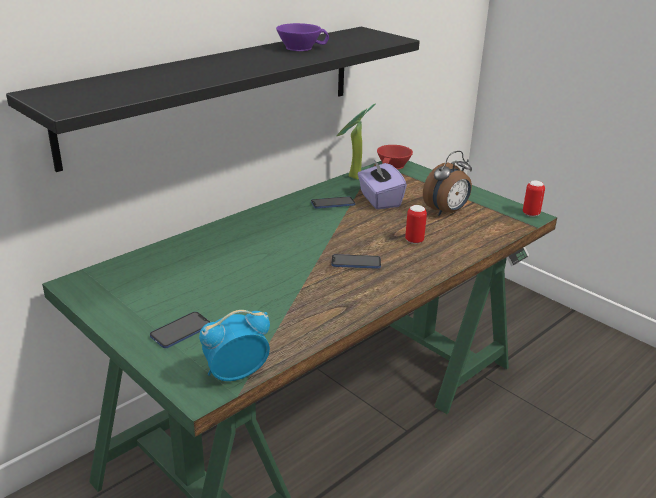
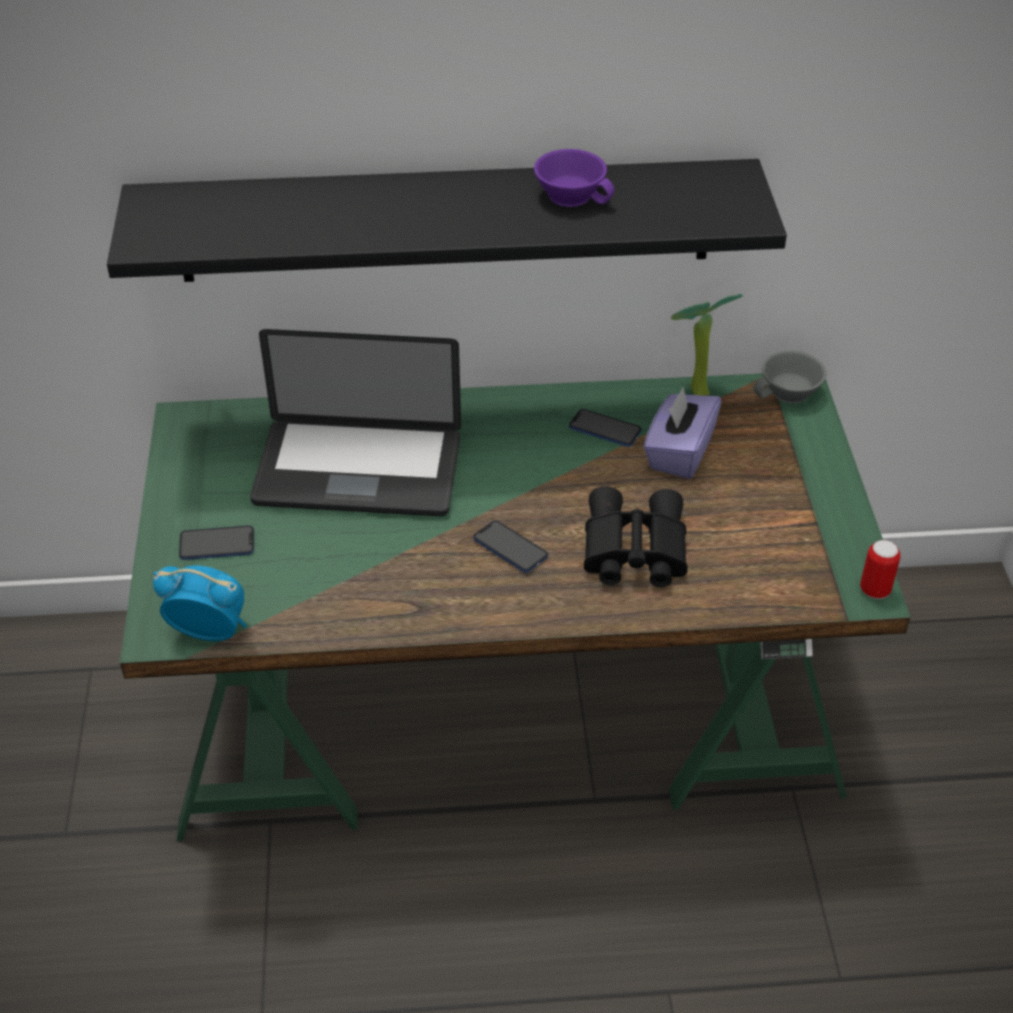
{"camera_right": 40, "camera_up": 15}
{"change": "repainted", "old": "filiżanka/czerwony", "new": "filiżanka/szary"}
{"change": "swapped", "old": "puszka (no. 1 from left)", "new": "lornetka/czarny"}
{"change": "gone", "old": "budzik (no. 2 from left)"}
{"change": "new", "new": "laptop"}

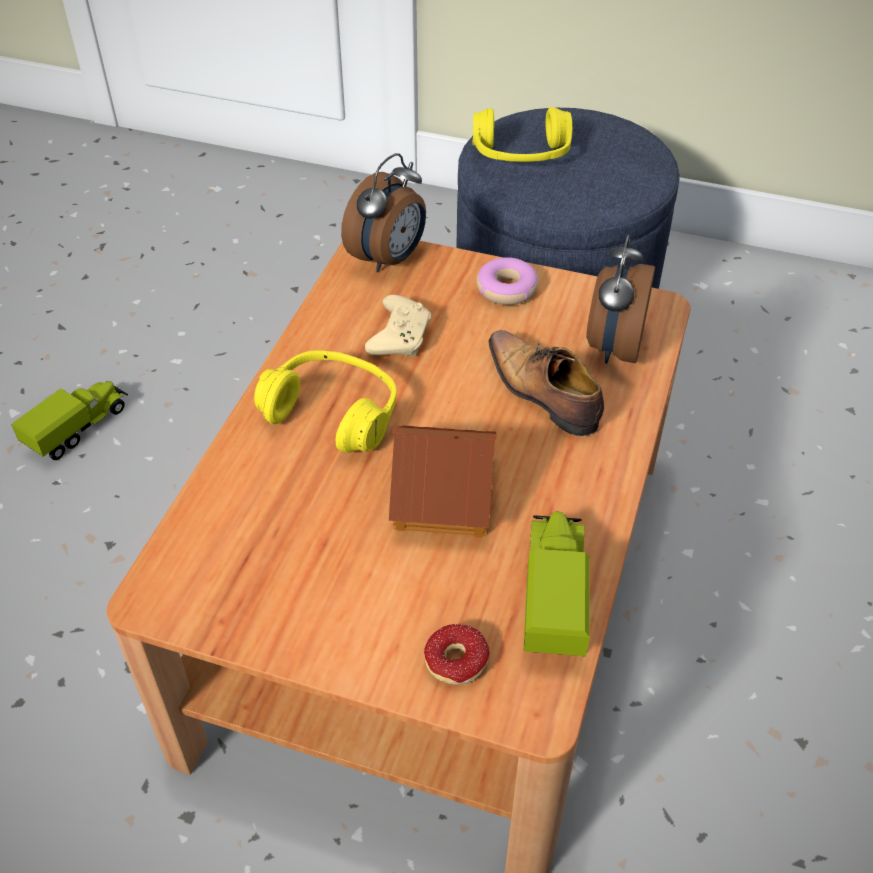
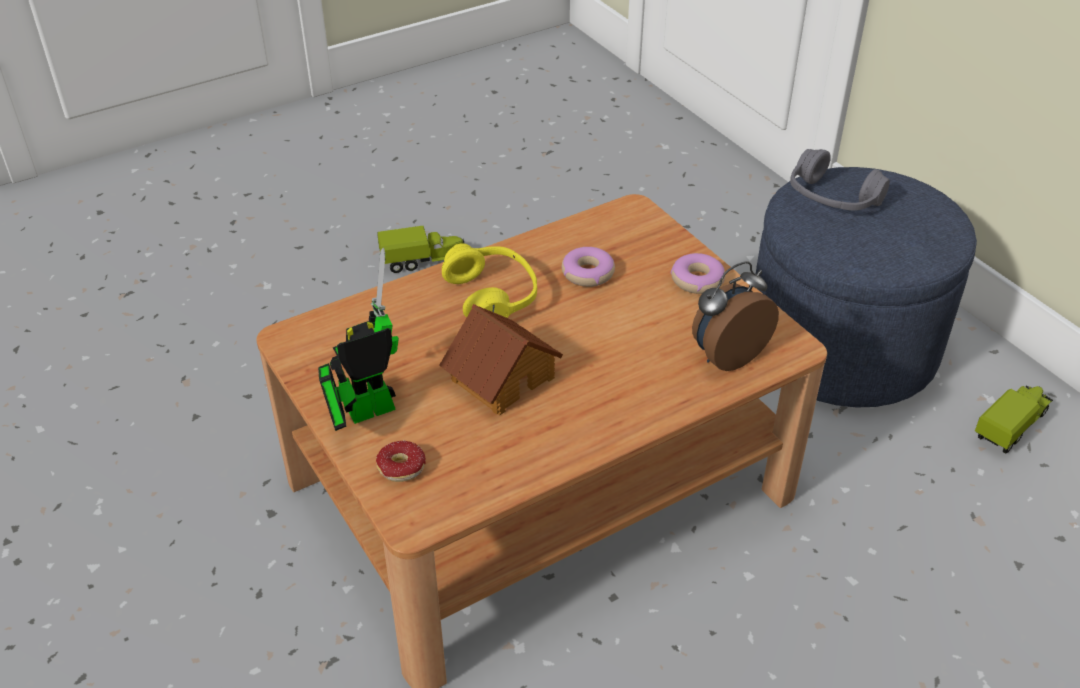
{"camera_right": 40, "camera_up": -5}
{"change": "gone", "old": "budzik (no. 1 from left)"}
{"change": "swapped", "old": "pad do gier/beżowy", "new": "donut (no. 2 from left)"}
{"change": "repainted", "old": "słuchawki/żółty (no. 2 from left)", "new": "słuchawki/szary"}
{"change": "gone", "old": "but"}
{"change": "shifted", "old": "ciężarówka zabawkowa (no. 2 from left)"}
{"change": "new", "new": "robot zabawkowy"}

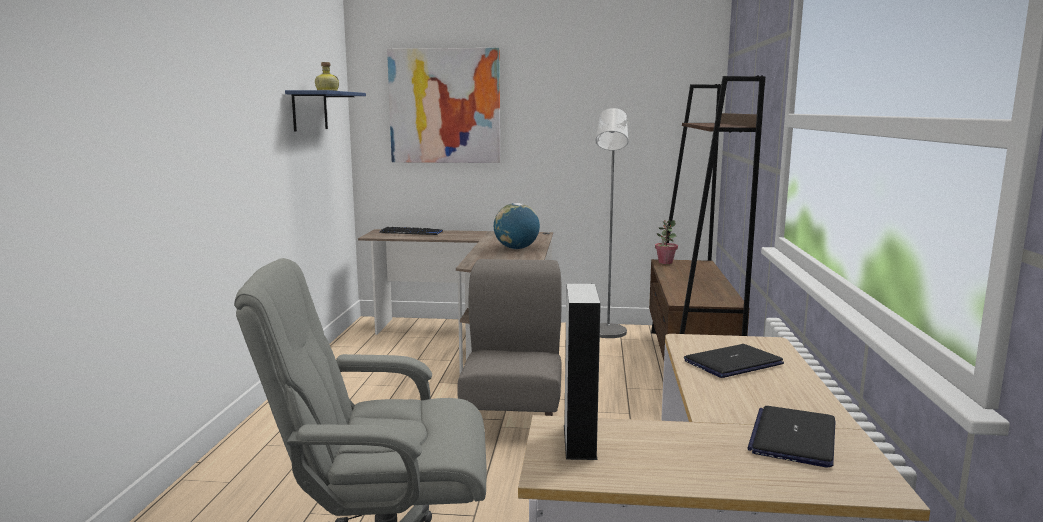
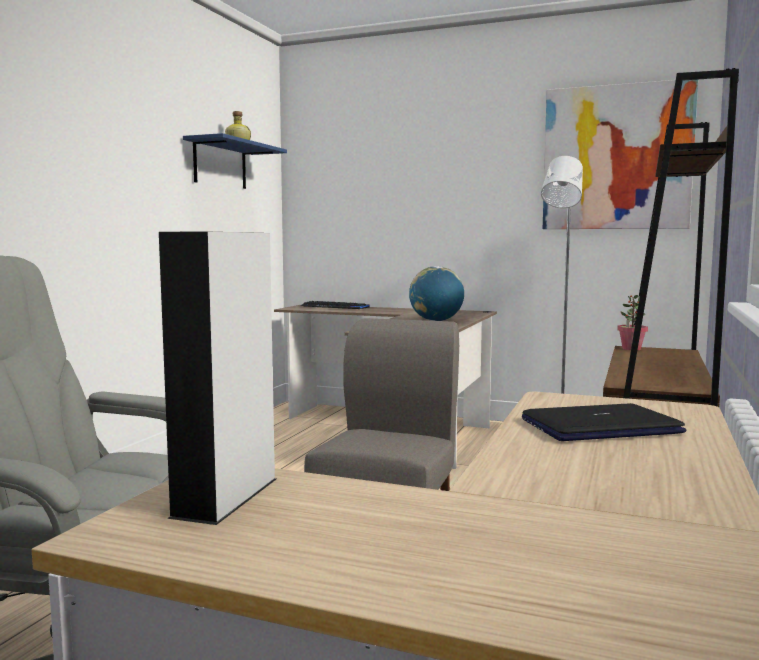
{"camera_right": 15, "camera_up": -5}
{"change": "shifted", "old": "obraz"}
{"change": "gone", "old": "laptop (no. 2 from left)"}

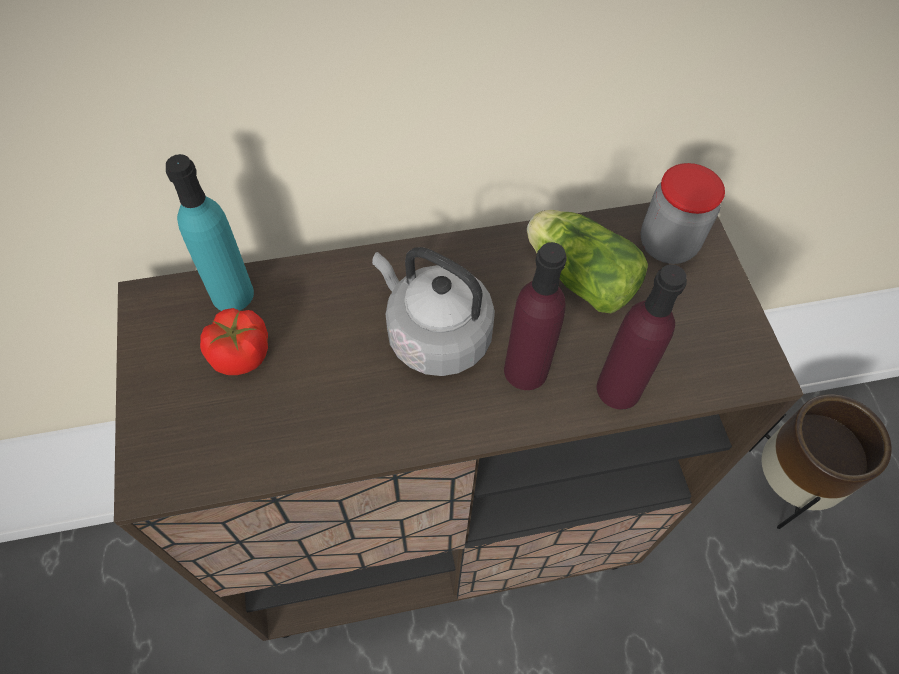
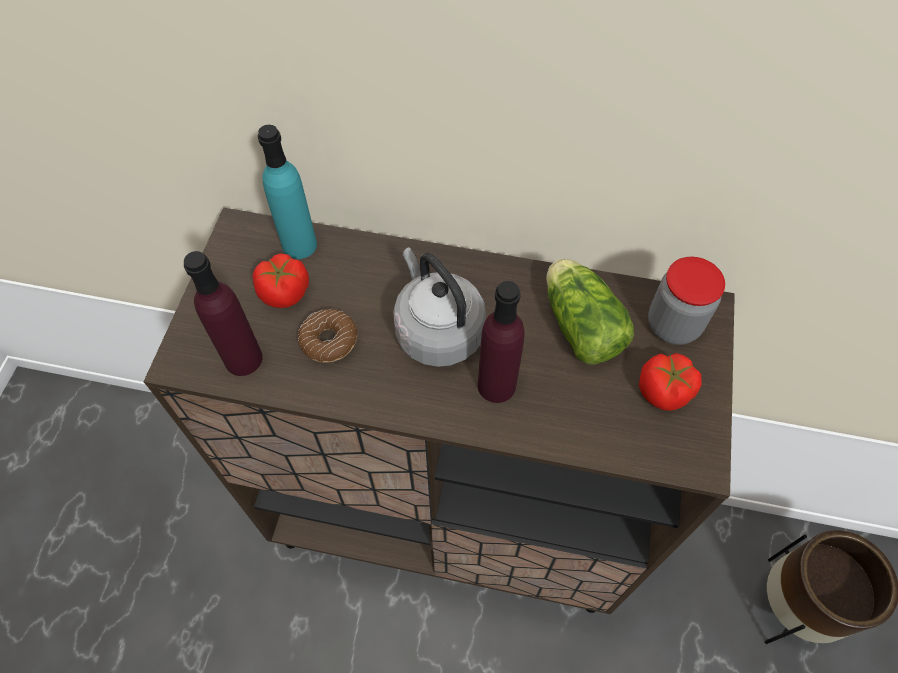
{"camera_right": 25, "camera_up": 0}
{"change": "shifted", "old": "butelka/fioletowy (no. 2 from left in the first image)", "new": "butelka/fioletowy (no. 1 from left)"}
{"change": "new", "new": "donut"}
{"change": "new", "new": "pomidor (no. 2 from left)"}

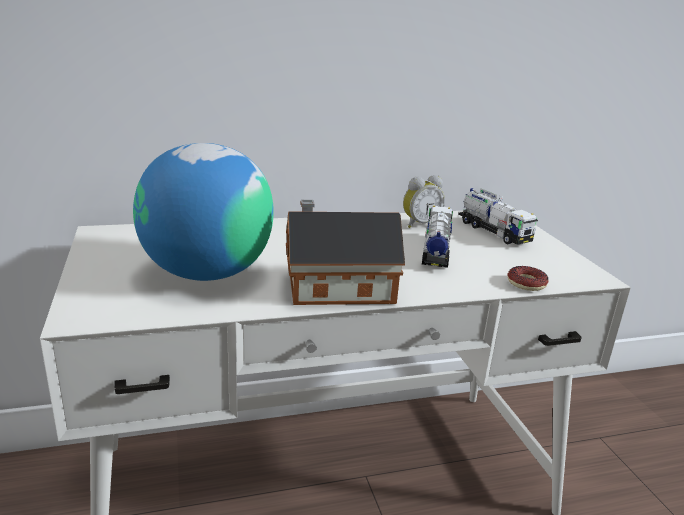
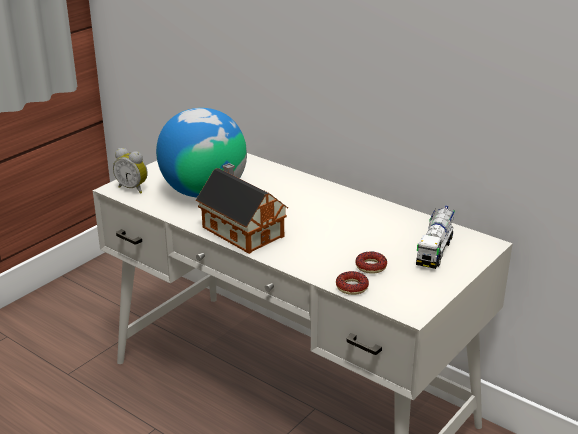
{"camera_right": 55, "camera_up": 5}
{"change": "shifted", "old": "budzik"}
{"change": "gone", "old": "ciężarówka zabawkowa (no. 1 from left)"}
{"change": "new", "new": "donut (no. 2 from left)"}

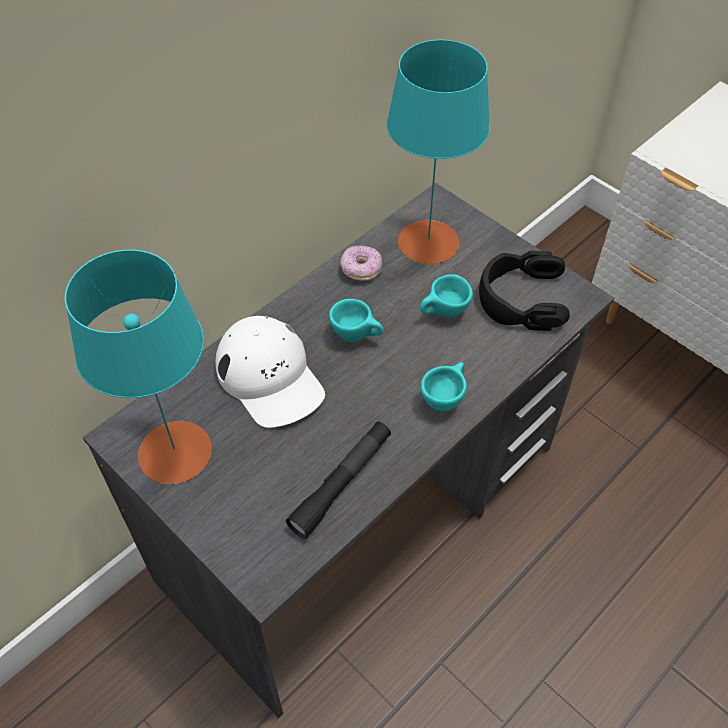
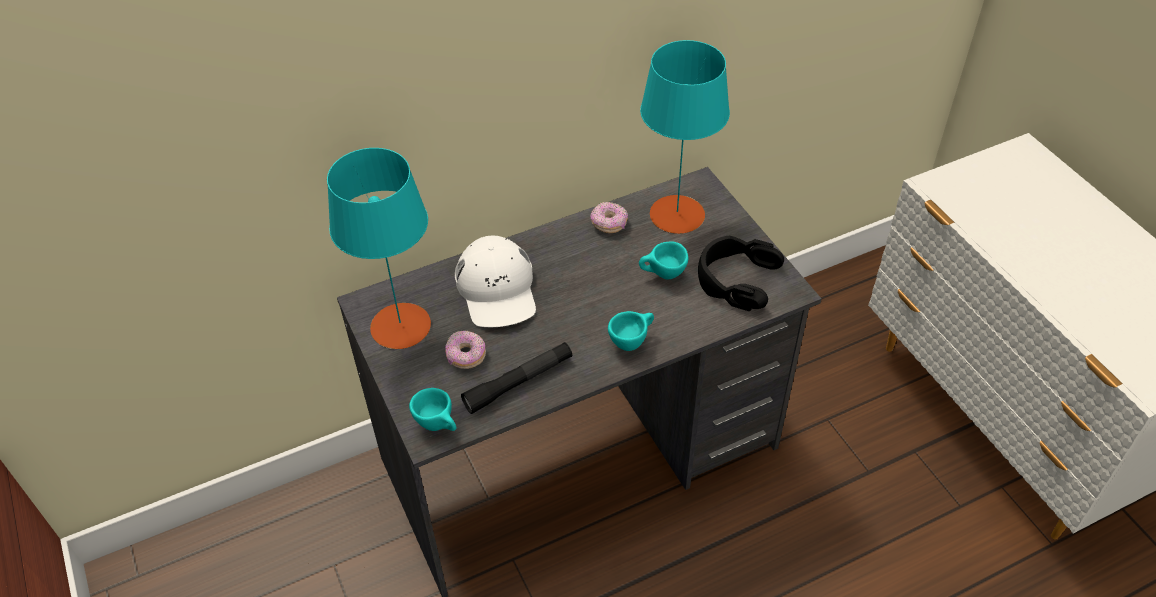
{"camera_right": 20, "camera_up": -5}
{"change": "shifted", "old": "filiżanka/turkusowy (no. 1 from left)"}
{"change": "new", "new": "donut (no. 1 from left)"}

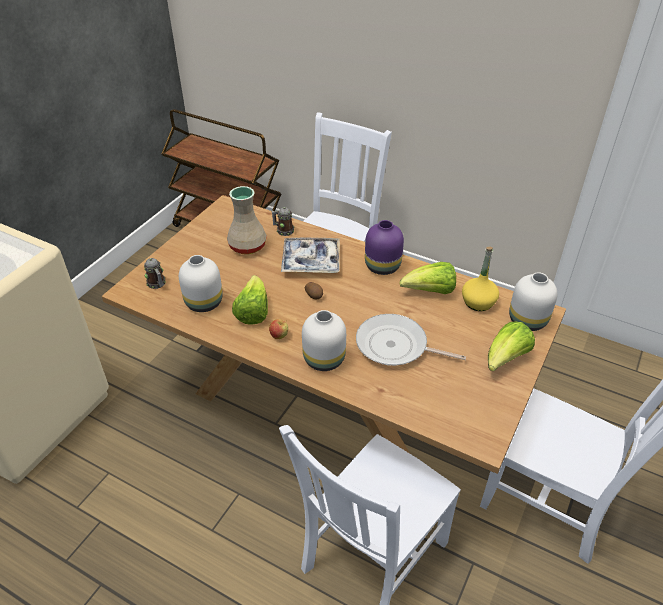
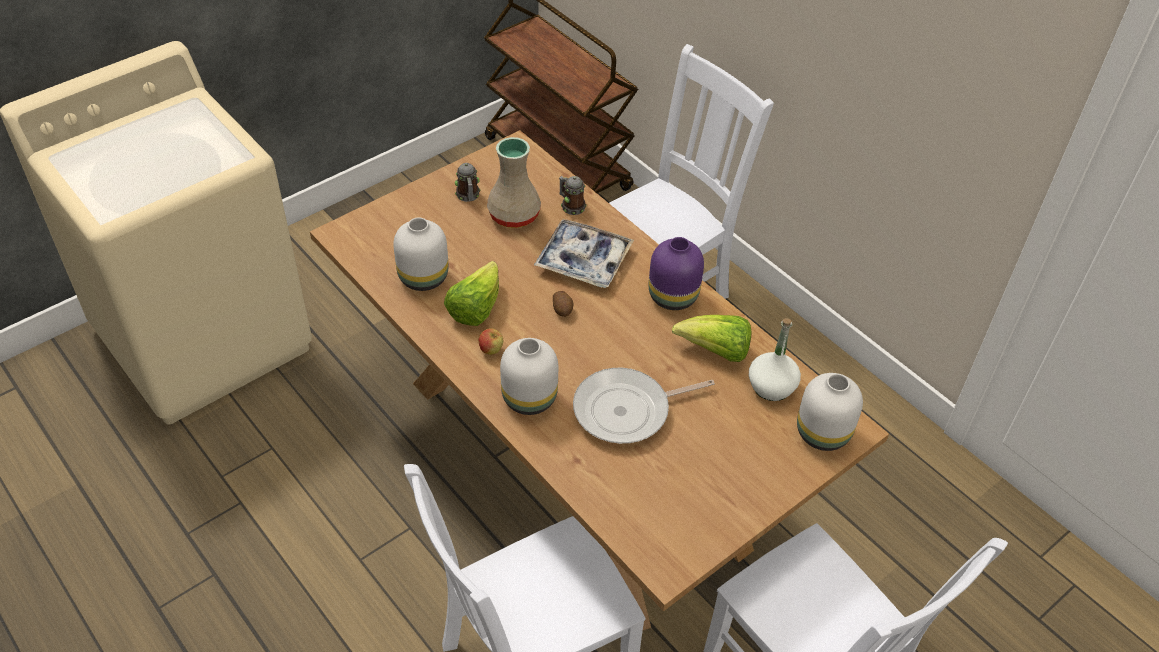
{"camera_right": 20, "camera_up": 5}
{"change": "shifted", "old": "kubek (no. 1 from left)"}
{"change": "rotated", "old": "patelnia", "degrees": -60}
{"change": "repainted", "old": "butelka/żółty", "new": "butelka/biały"}
{"change": "gone", "old": "sałata (no. 3 from left)"}

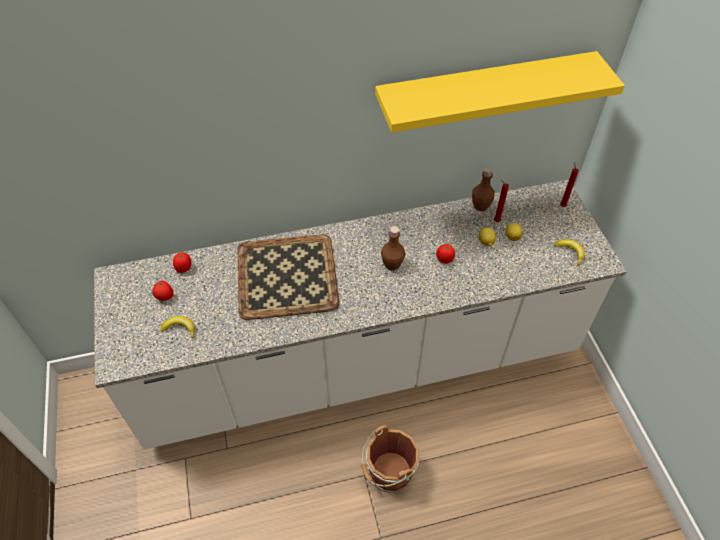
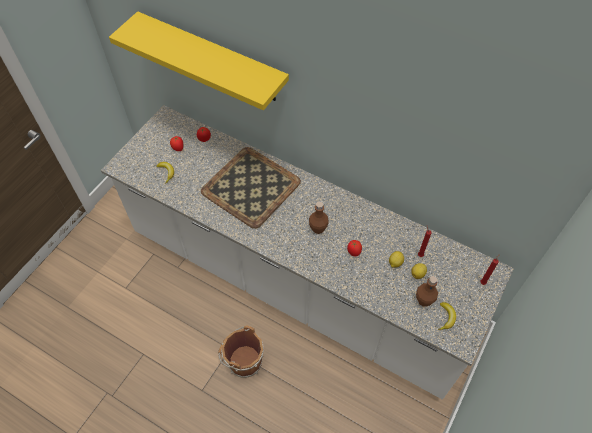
{"camera_right": 45, "camera_up": 5}
{"change": "shifted", "old": "półka/żółty"}
{"change": "shifted", "old": "butelka/brązowy (no. 2 from left)"}

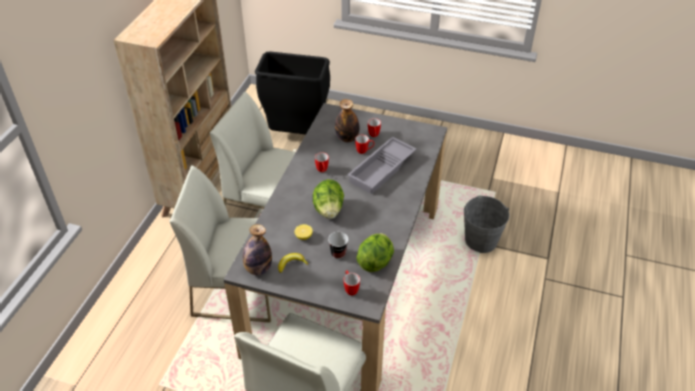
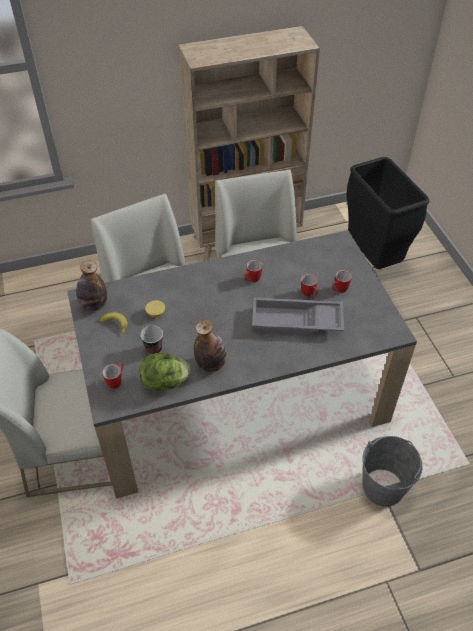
{"camera_right": 55, "camera_up": 5}
{"change": "gone", "old": "sałata (no. 1 from left)"}
{"change": "shifted", "old": "butelka (no. 2 from left)"}

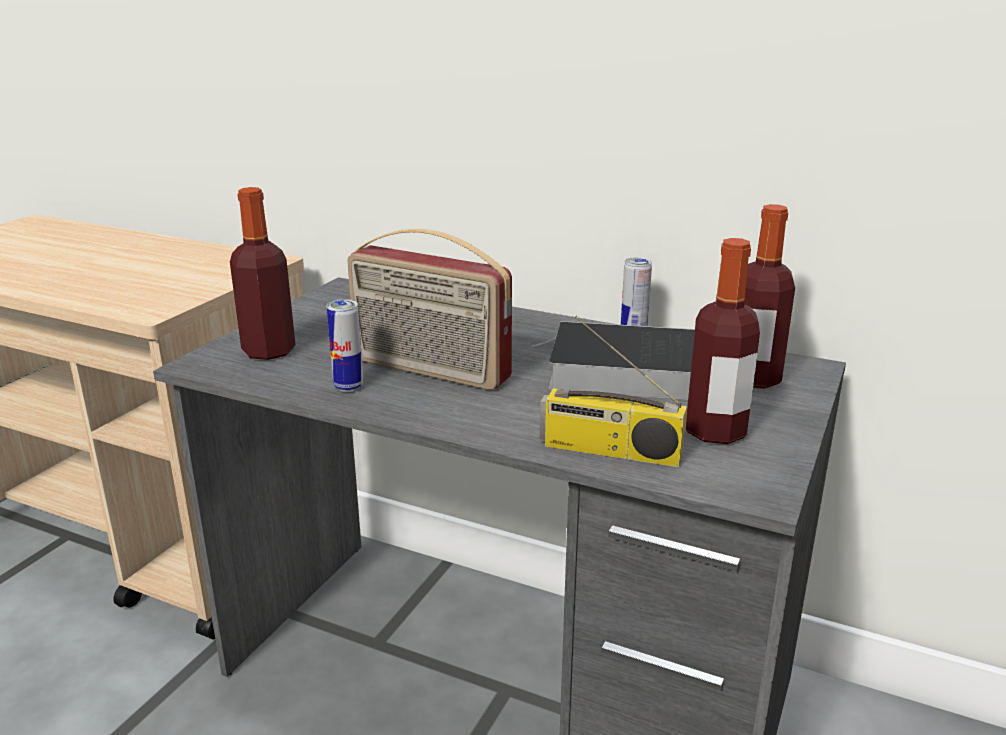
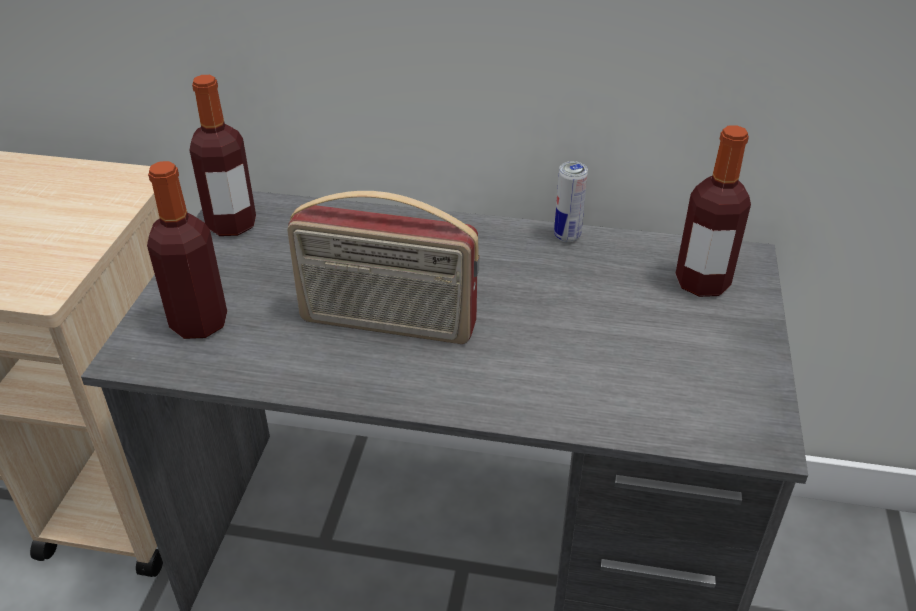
{"camera_right": -15, "camera_up": 15}
{"change": "gone", "old": "puszka (no. 1 from left)"}
{"change": "gone", "old": "książka"}
{"change": "gone", "old": "radio (no. 2 from left)"}
{"change": "shifted", "old": "butelka (no. 2 from left)"}

